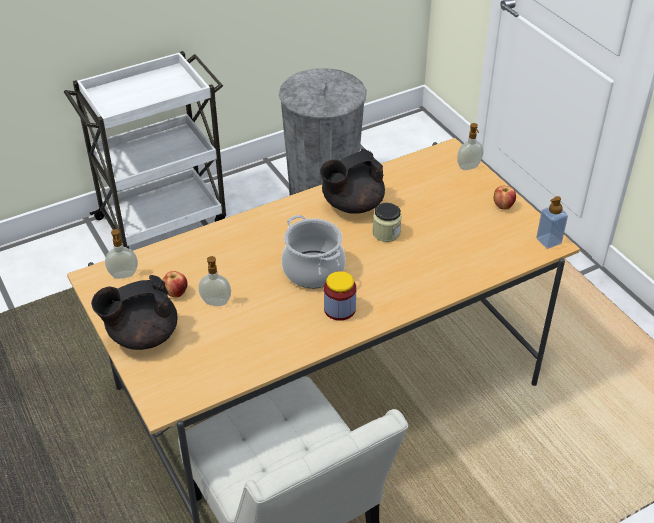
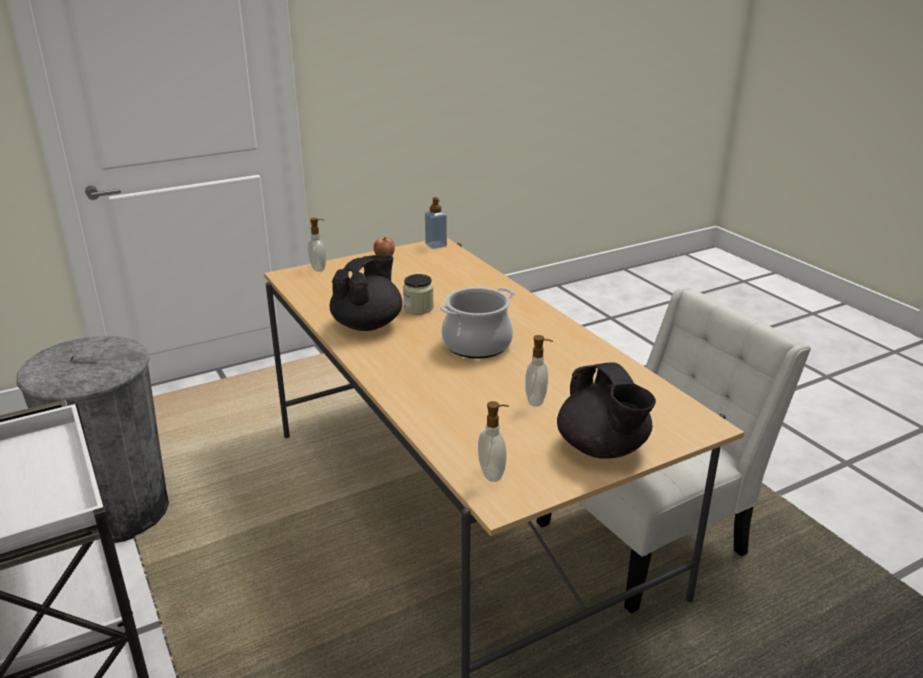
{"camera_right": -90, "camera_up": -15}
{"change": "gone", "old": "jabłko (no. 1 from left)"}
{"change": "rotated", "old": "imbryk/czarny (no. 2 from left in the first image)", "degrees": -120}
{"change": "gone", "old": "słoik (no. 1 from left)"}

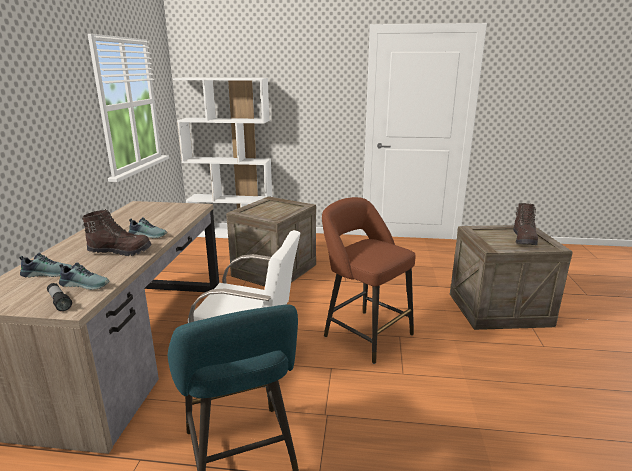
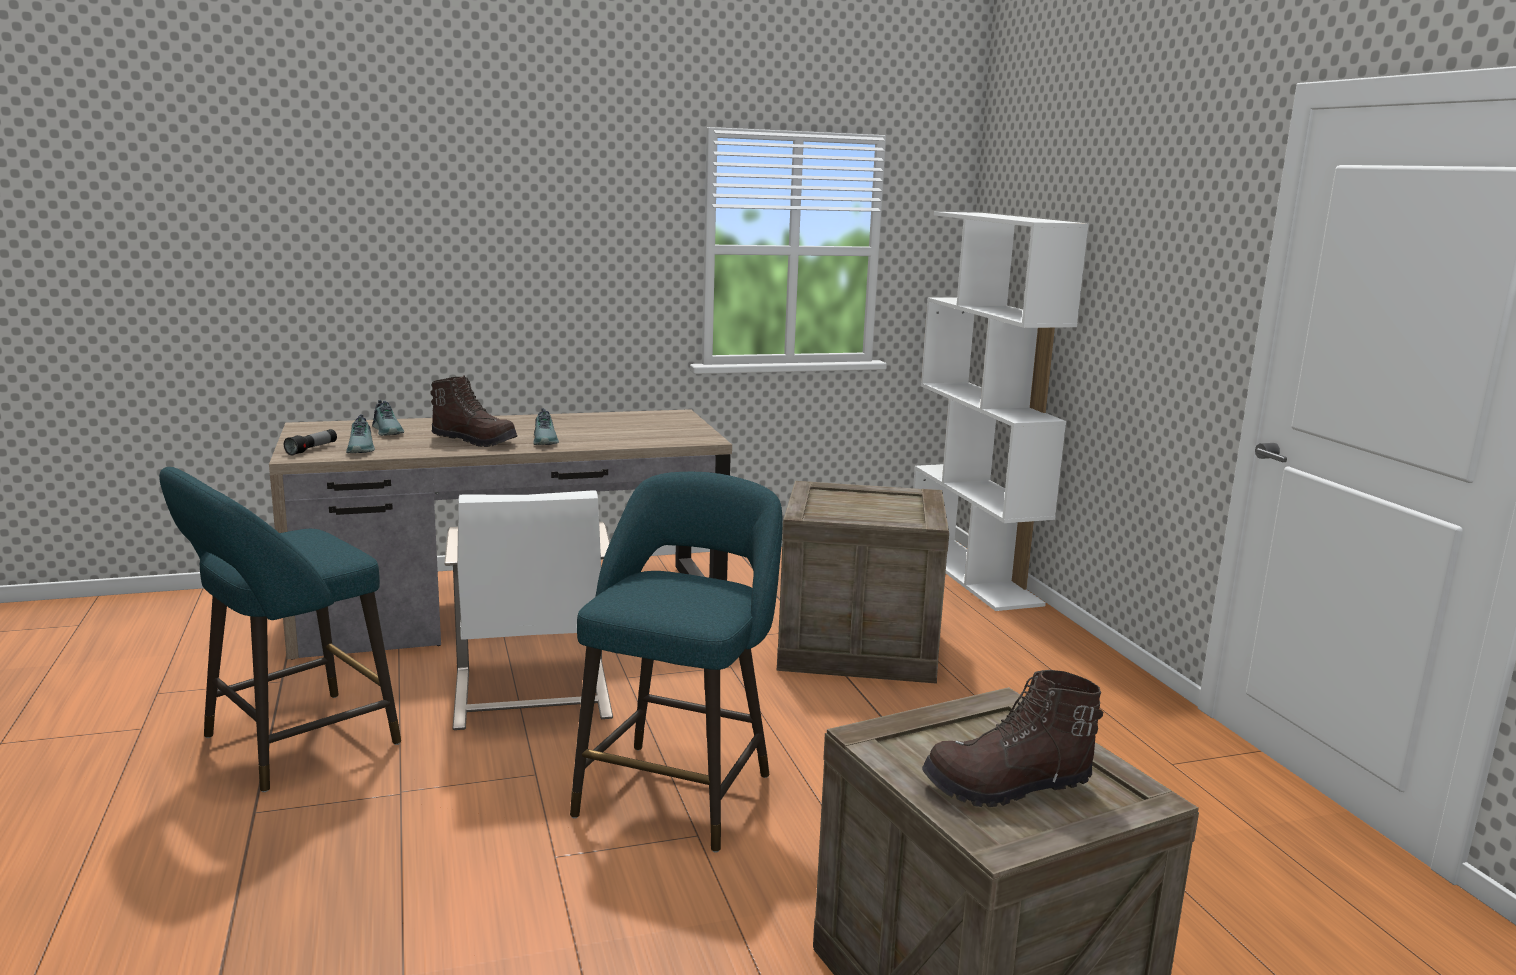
{"camera_right": 65, "camera_up": -5}
{"change": "rotated", "old": "but z cholewką/brązowy (no. 1 from left)", "degrees": -45}
{"change": "repainted", "old": "stołek/brązowy", "new": "stołek/turkusowy (no. 2 from left)"}

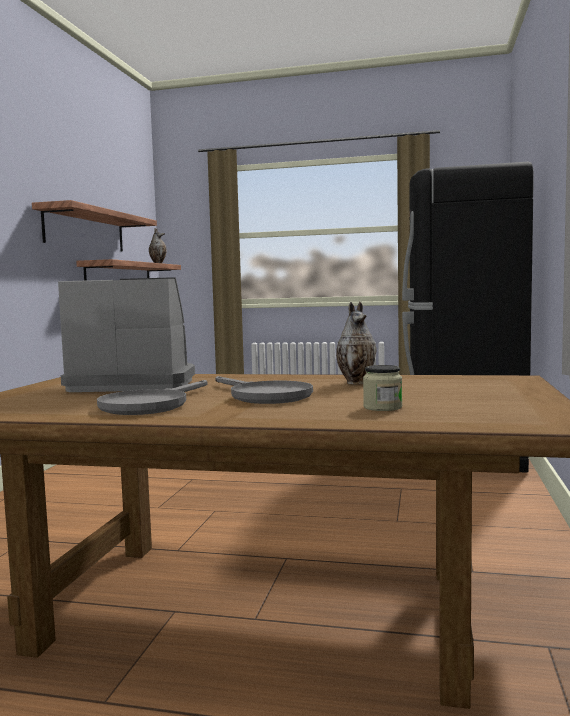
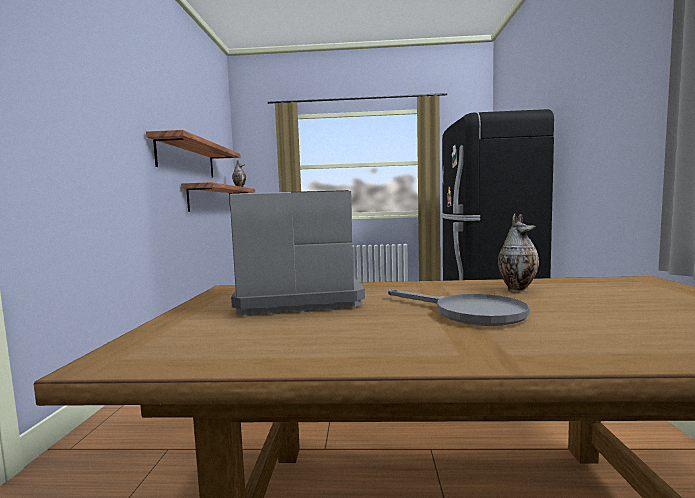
{"camera_right": -10, "camera_up": 0}
{"change": "gone", "old": "patelnia/szary (no. 1 from left)"}
{"change": "gone", "old": "słoik"}

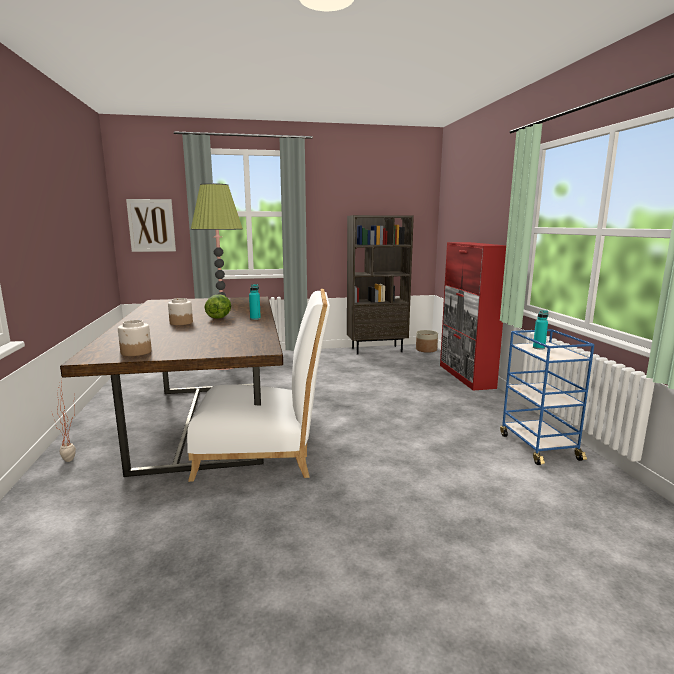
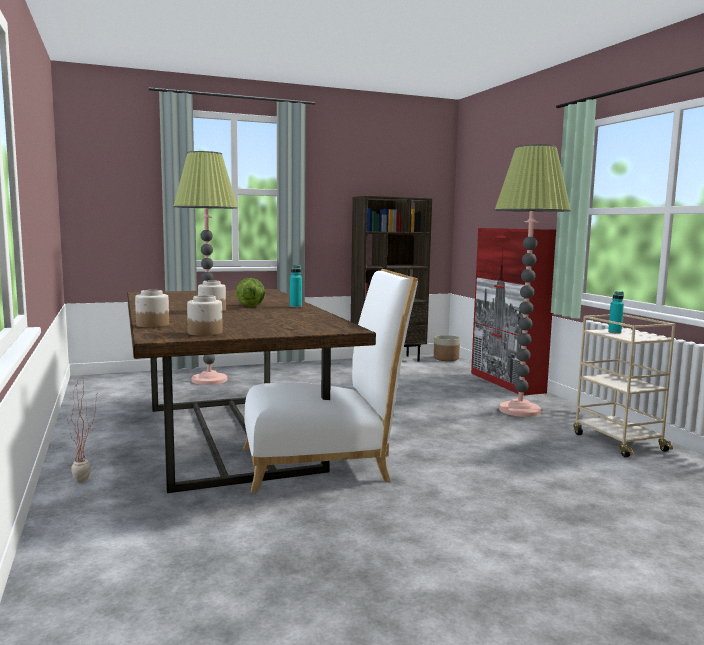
{"camera_right": -10, "camera_up": -5}
{"change": "gone", "old": "obraz"}
{"change": "repainted", "old": "wózek/niebieski", "new": "wózek/beżowy"}
{"change": "new", "new": "słoik (no. 1 from left)"}
{"change": "new", "new": "lampa stojąca (no. 2 from left)"}

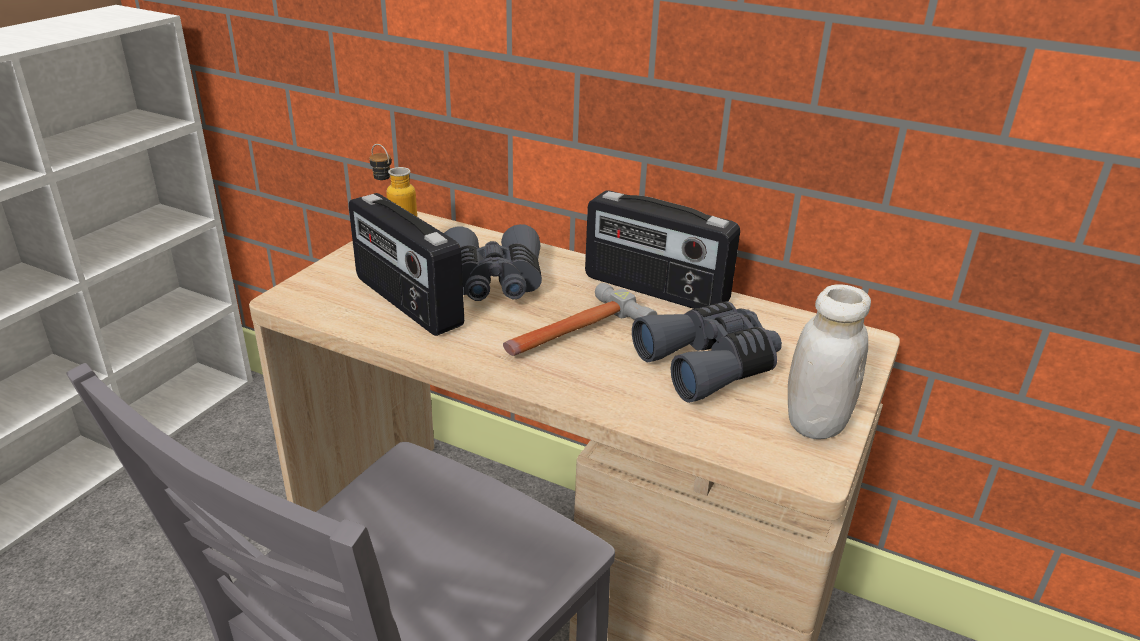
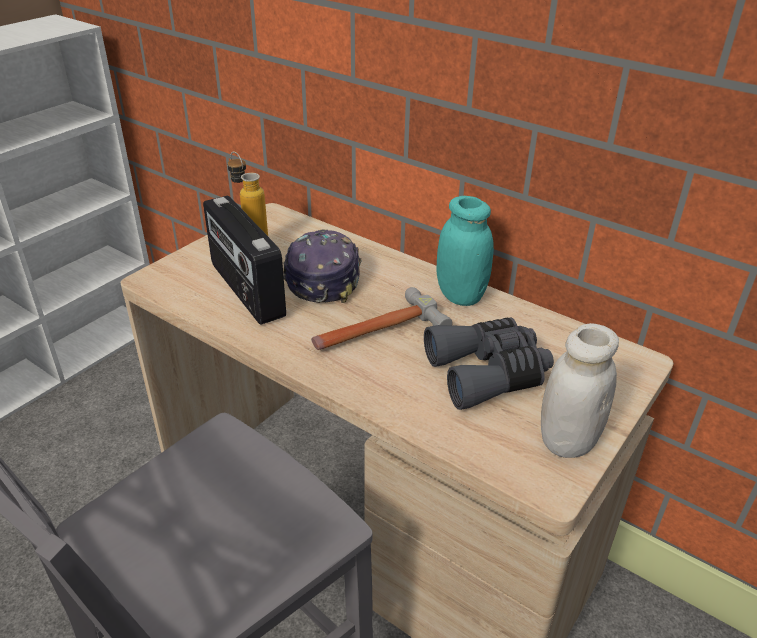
{"camera_right": 10, "camera_up": 5}
{"change": "swapped", "old": "lornetka/szary (no. 1 from left)", "new": "czapka z daszkiem"}
{"change": "swapped", "old": "radio (no. 2 from left)", "new": "słoik/turkusowy"}

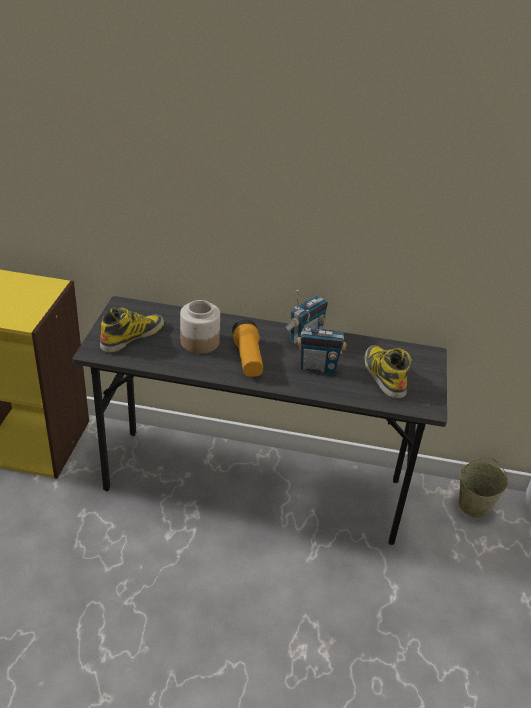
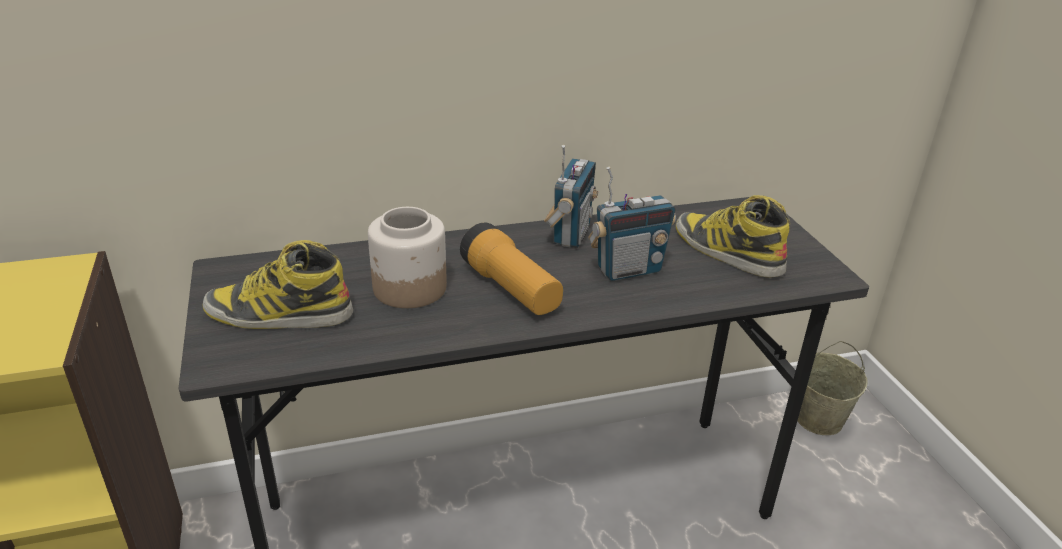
{"camera_right": -25, "camera_up": -5}
{"change": "rotated", "old": "but z cholewką (no. 1 from left)", "degrees": -105}

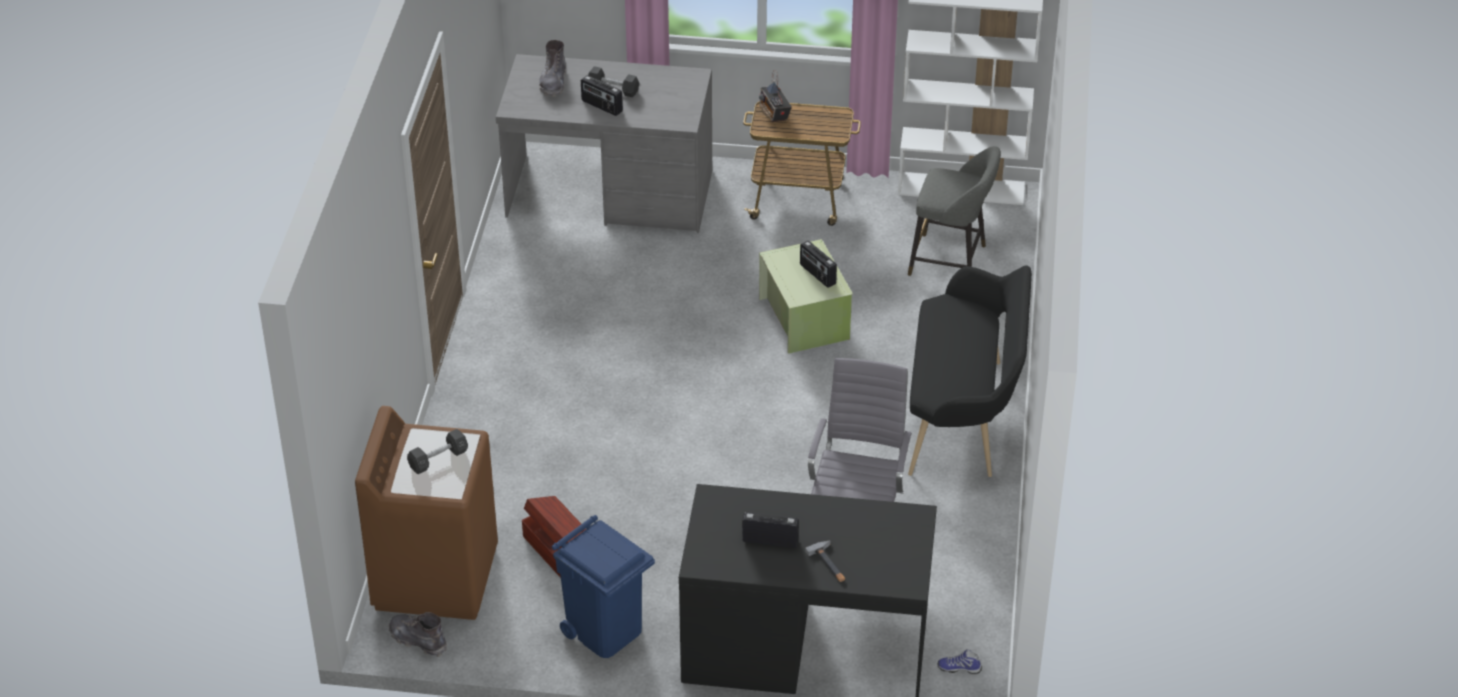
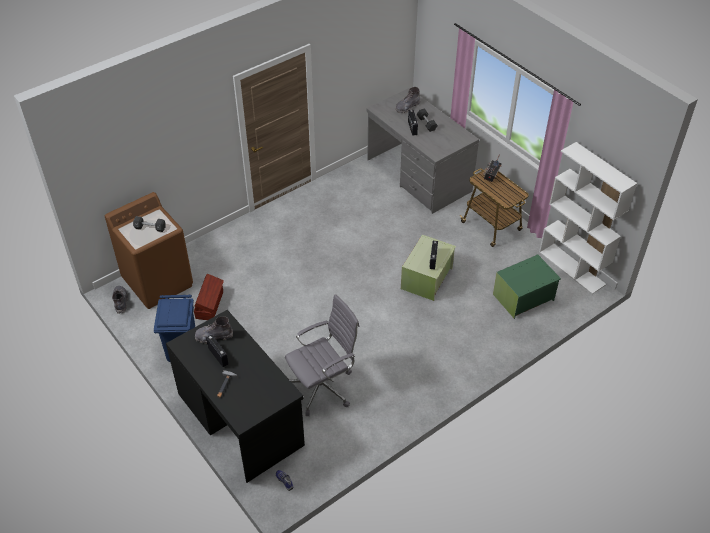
{"camera_right": 45, "camera_up": 5}
{"change": "swapped", "old": "stołek/szary", "new": "pojemnik do przechowywania/zielony (no. 2 from left)"}
{"change": "gone", "old": "ławka/czarny"}
{"change": "new", "new": "but z cholewką/szary (no. 2 from left)"}

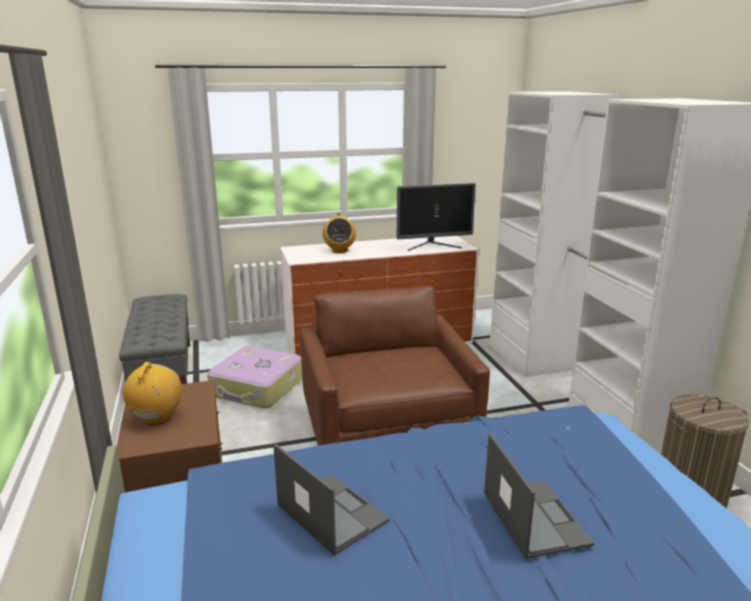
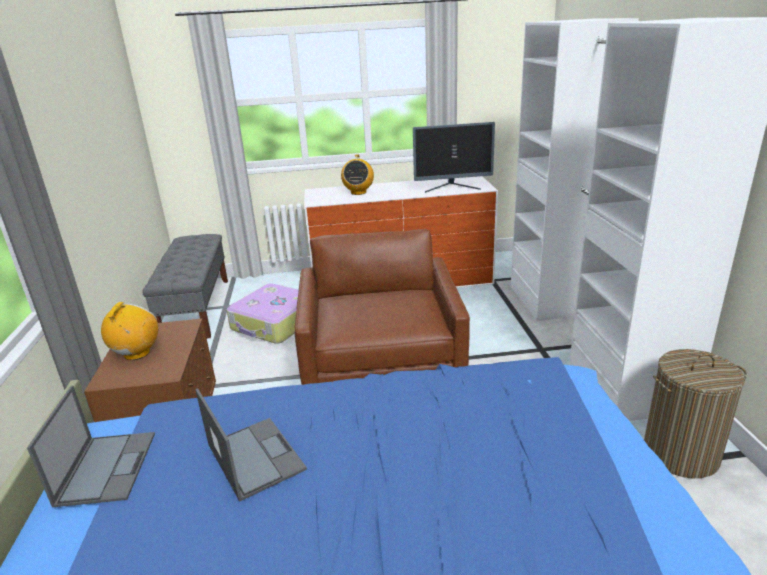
{"camera_right": 10, "camera_up": 5}
{"change": "shifted", "old": "laptop (no. 2 from left in the first image)", "new": "laptop (no. 1 from left)"}

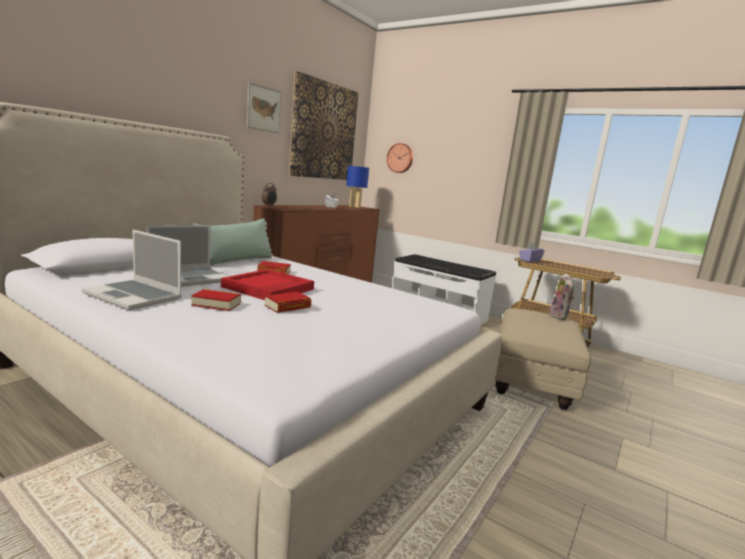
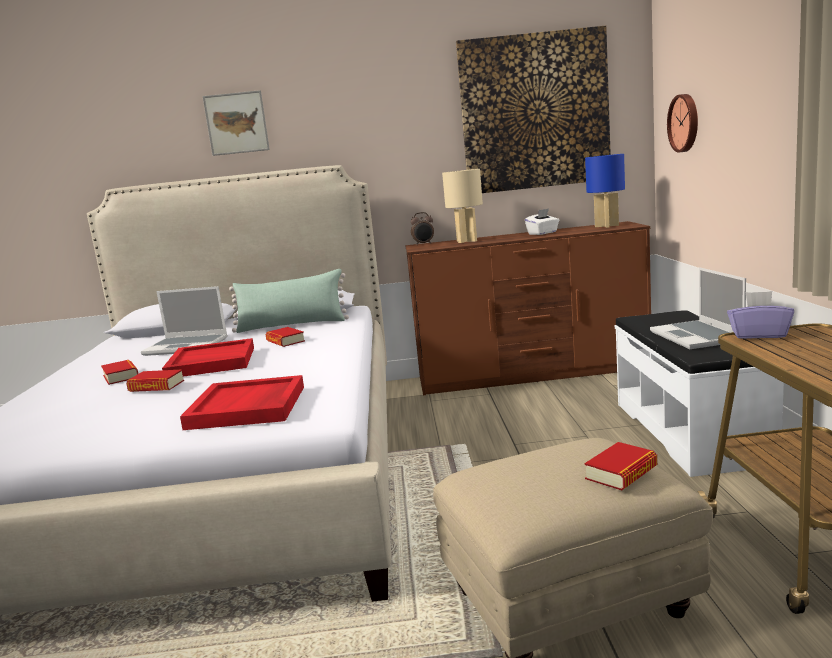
{"camera_right": 55, "camera_up": 0}
{"change": "shifted", "old": "laptop (no. 1 from left in the first image)", "new": "laptop (no. 2 from left)"}
{"change": "shifted", "old": "obraz (no. 1 from left)"}
{"change": "swapped", "old": "pluszak", "new": "książka (no. 4 from left)"}
{"change": "new", "new": "taca/czerwony (no. 2 from left)"}
{"change": "new", "new": "lampa stołowa/beżowy"}

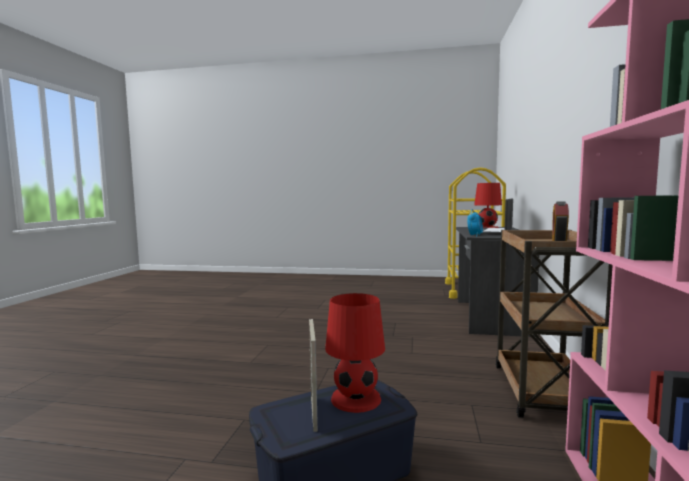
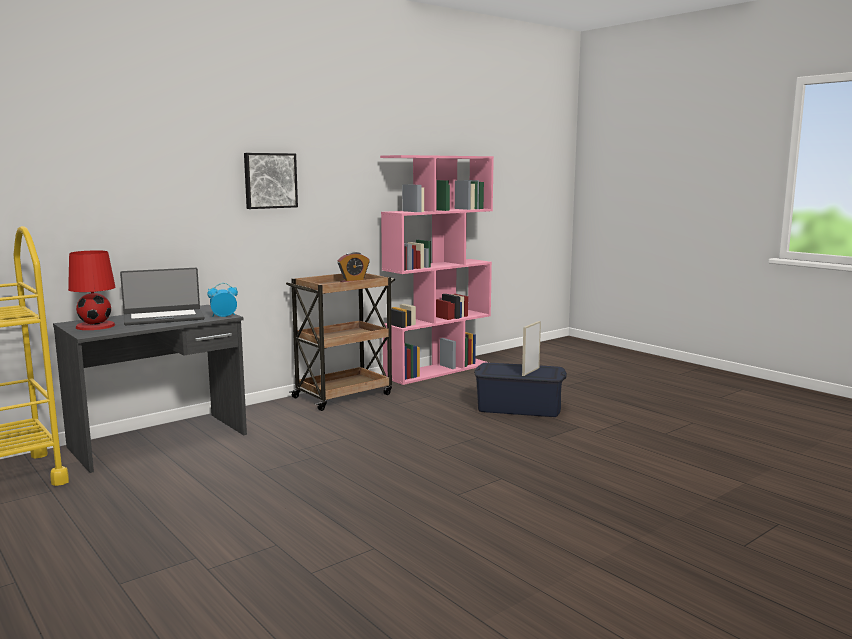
{"camera_right": -140, "camera_up": 5}
{"change": "gone", "old": "lampa stołowa/czerwony (no. 1 from left)"}
{"change": "new", "new": "obraz"}

